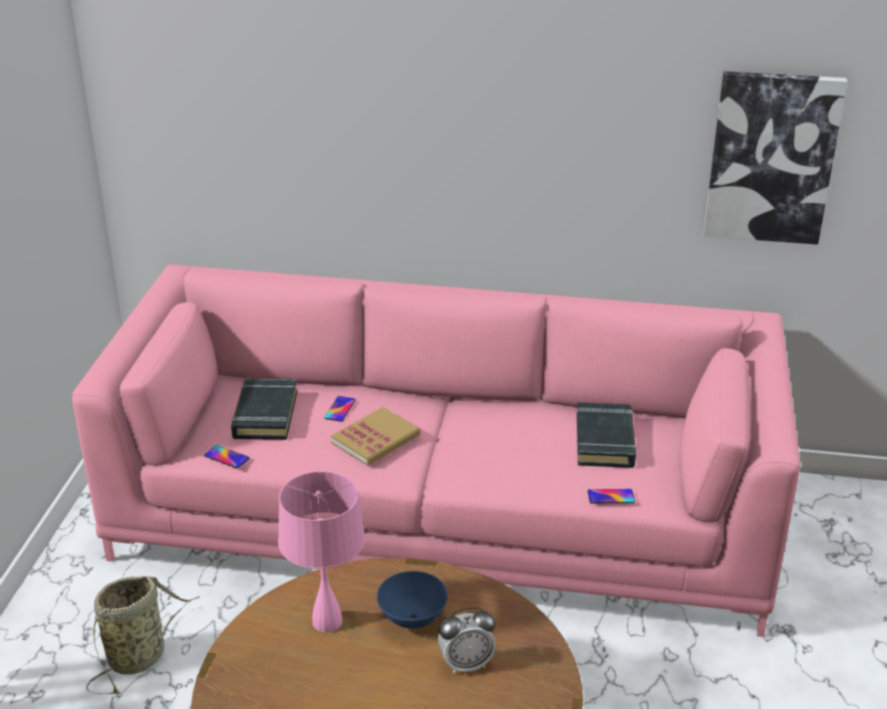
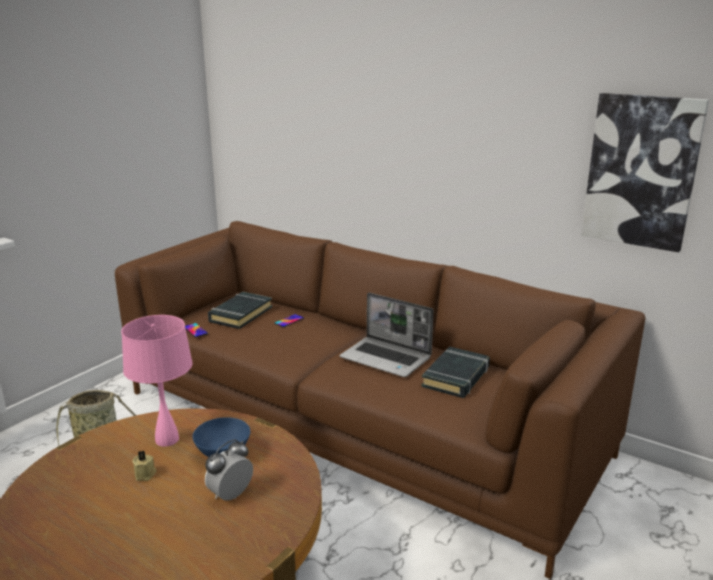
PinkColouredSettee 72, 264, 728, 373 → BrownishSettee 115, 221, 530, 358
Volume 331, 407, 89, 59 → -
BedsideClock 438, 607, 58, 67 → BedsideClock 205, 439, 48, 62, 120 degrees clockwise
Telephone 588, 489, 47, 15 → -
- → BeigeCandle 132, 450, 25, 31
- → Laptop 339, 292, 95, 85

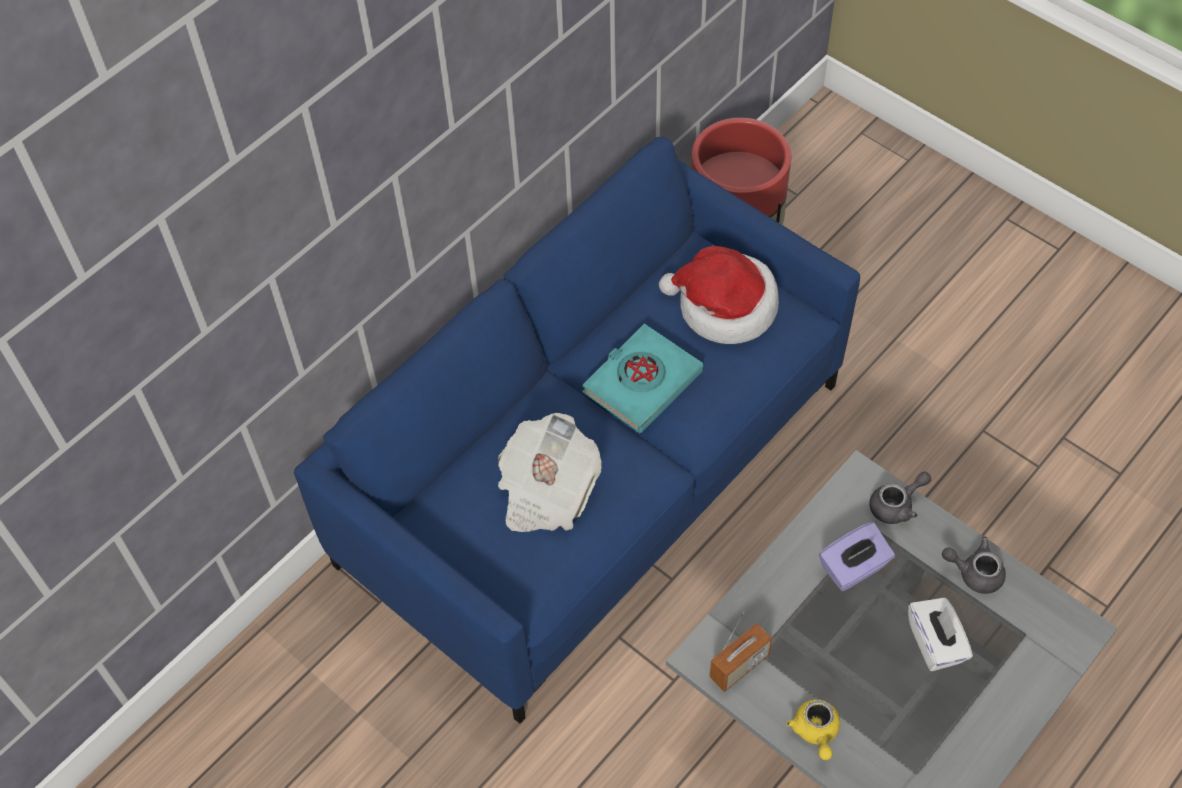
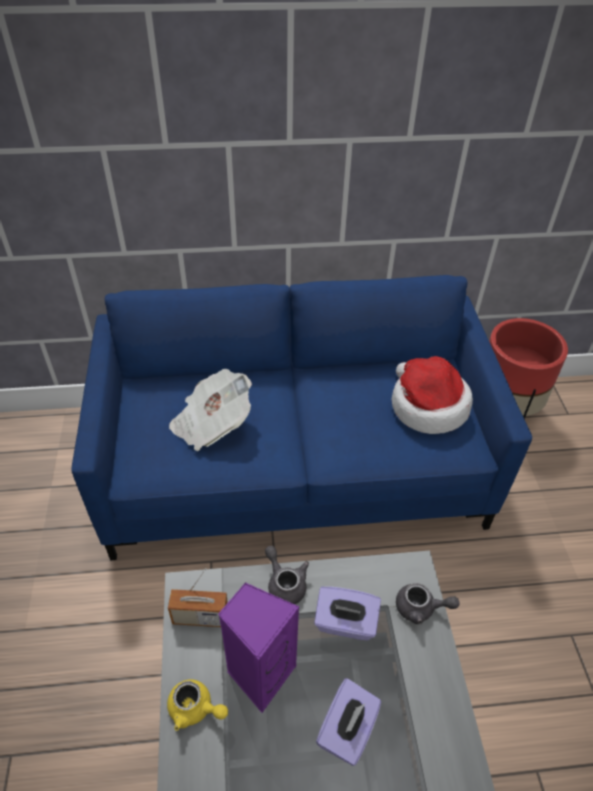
BlueGreenVolume 582, 324, 121, 109 → -
YellowishTeaPot 786, 700, 54, 60 → YellowishTeaPot 167, 679, 61, 52, 105 degrees counterclockwise
WhiteColouredBoxOfTissues 908, 598, 65, 73 → PurpleBoxOfTissues 316, 678, 65, 88
GrayTeaPot 942, 536, 64, 58 → GrayTeaPot 265, 546, 44, 58, move
- → PurpleAudioSpeaker 218, 582, 81, 131

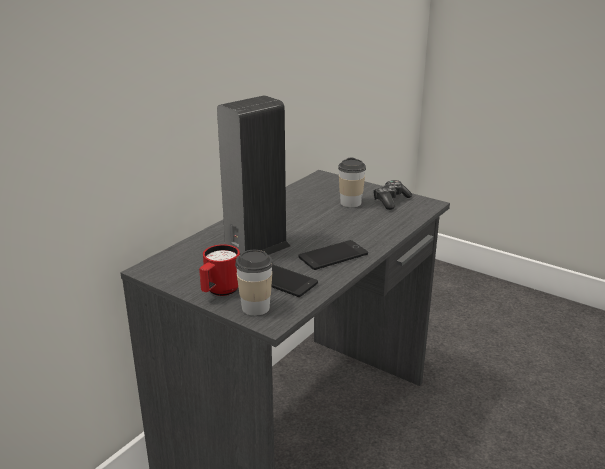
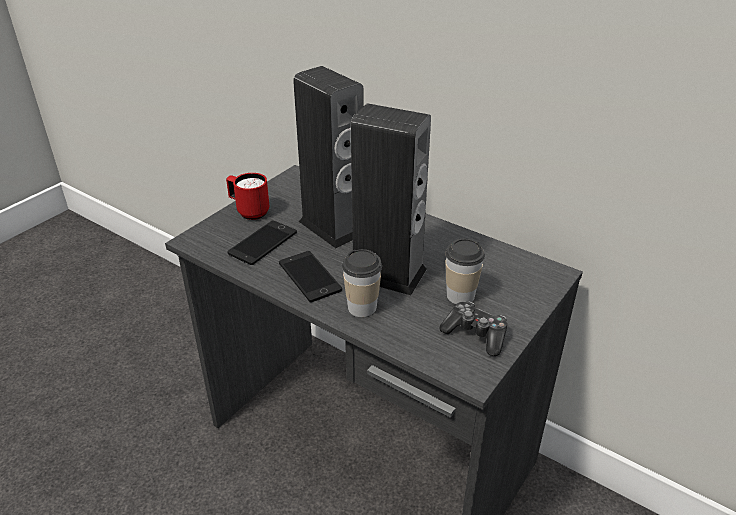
DrinkingCup 235, 250, 38, 66 → DrinkingCup 342, 249, 40, 68, move
- → AudioSpeaker 351, 103, 80, 192

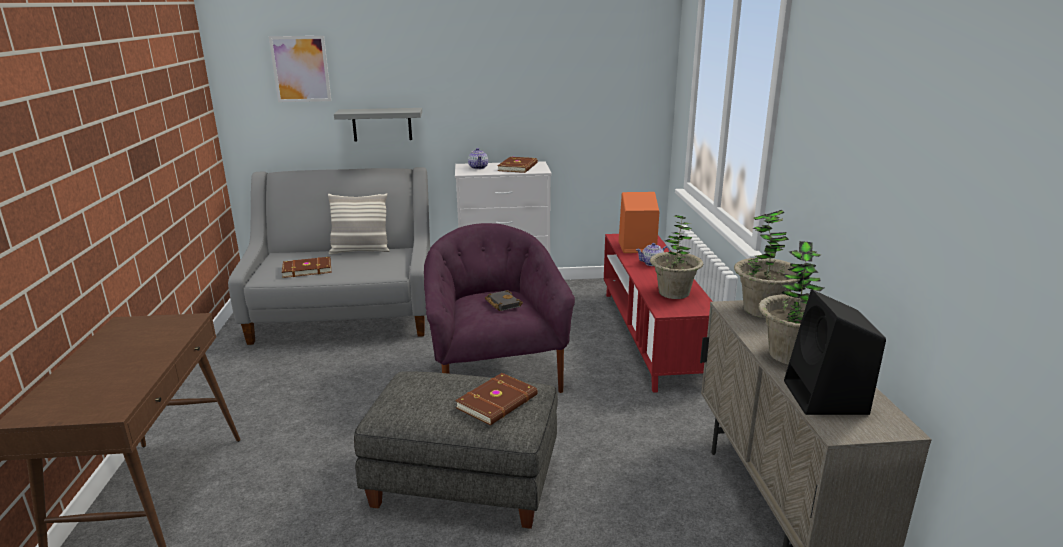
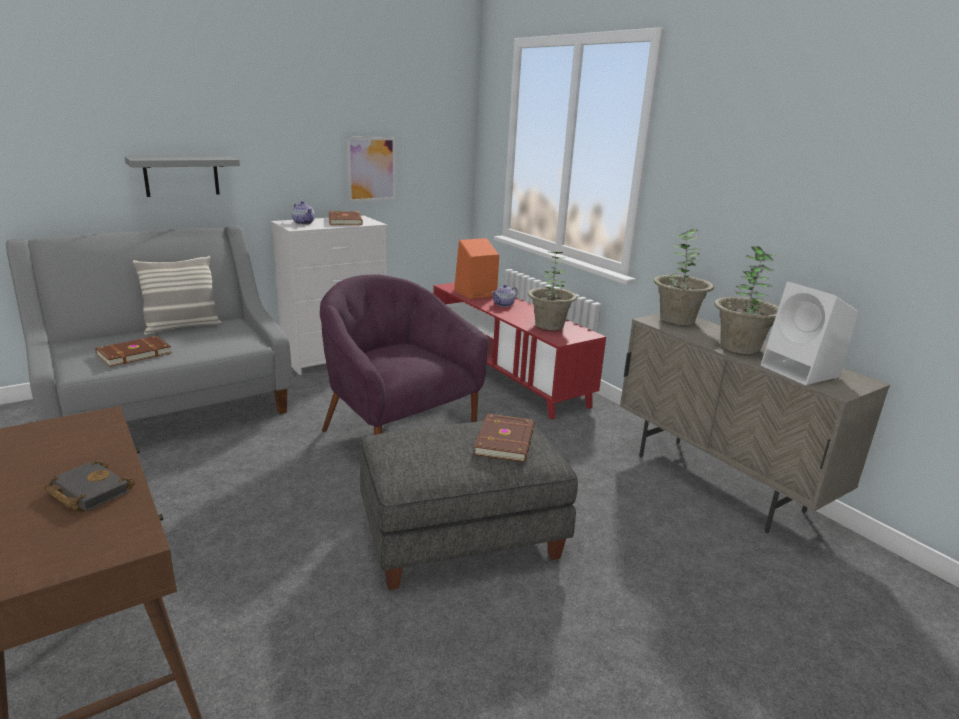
Picture 269, 36, 62, 66 → Picture 347, 137, 49, 65, move
BlackColouredVolume 485, 290, 38, 21 → BlackColouredVolume 44, 460, 91, 52, move
BlackColouredAudioSpeaker 784, 289, 102, 126 → WhiteColouredAudioSpeaker 761, 282, 97, 103

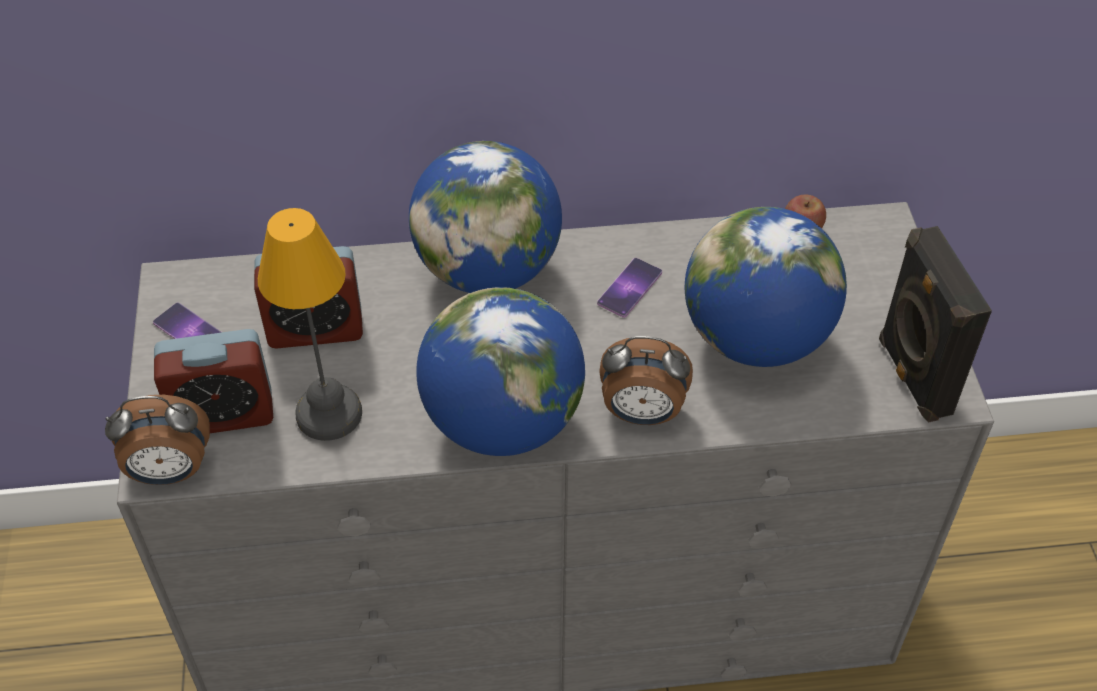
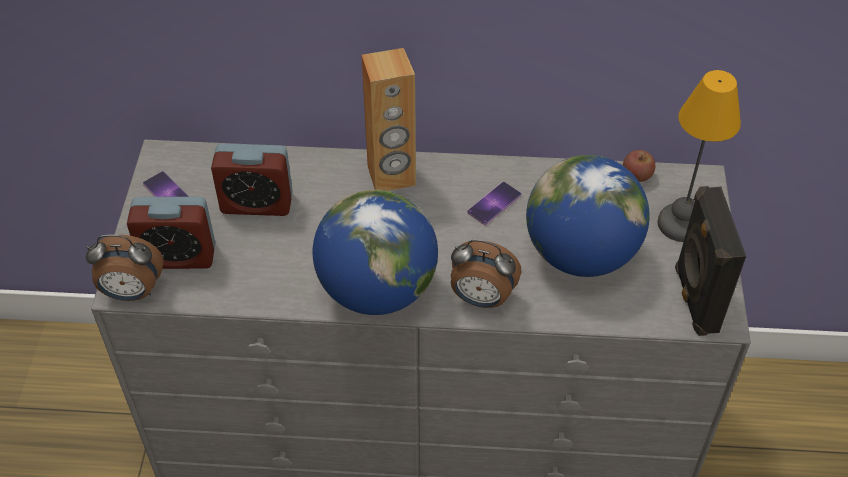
TableLamp 258, 208, 104, 233 → TableLamp 657, 70, 84, 172, move
WorldGlobe 409, 141, 153, 152 → BrownishAudioSpeaker 361, 48, 55, 143

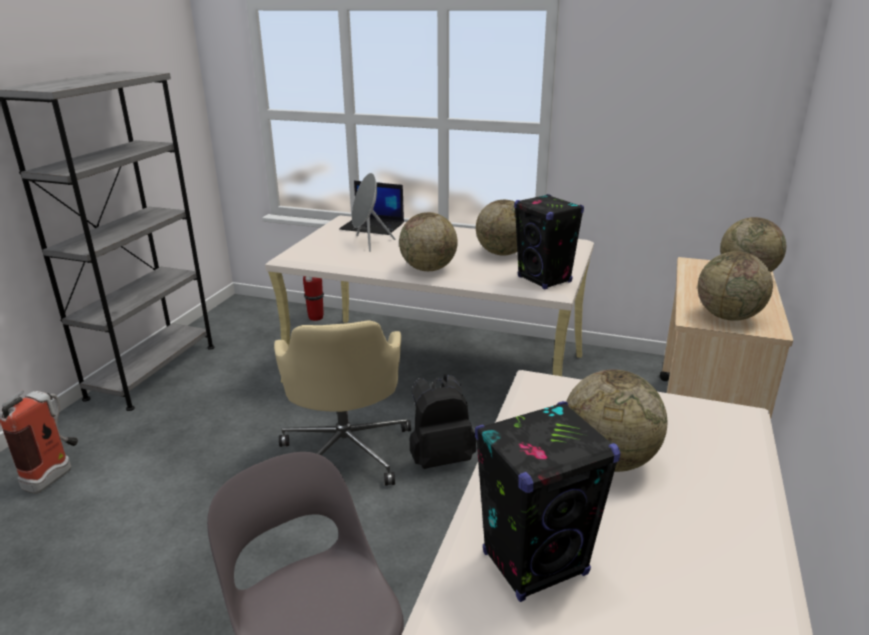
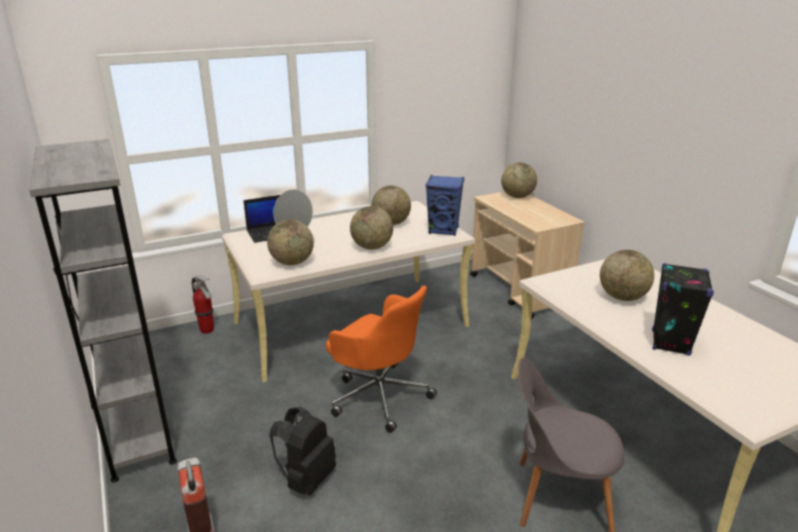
BeigeOfficeChair 274, 320, 137, 166 → OrangeColouredOfficeChair 326, 286, 111, 147
BlackColouredKnapsack 409, 374, 67, 95 → BlackColouredKnapsack 269, 407, 67, 88, move
BlackColouredAudioSpeaker 514, 194, 70, 95 → BlueColouredAudioSpeaker 426, 175, 38, 61
WorldGlobe 698, 251, 75, 70 → WorldGlobe 267, 219, 47, 46, move

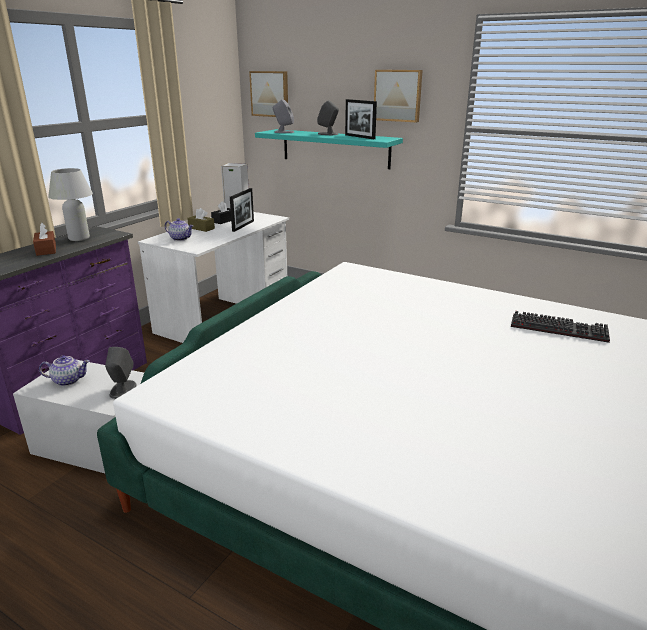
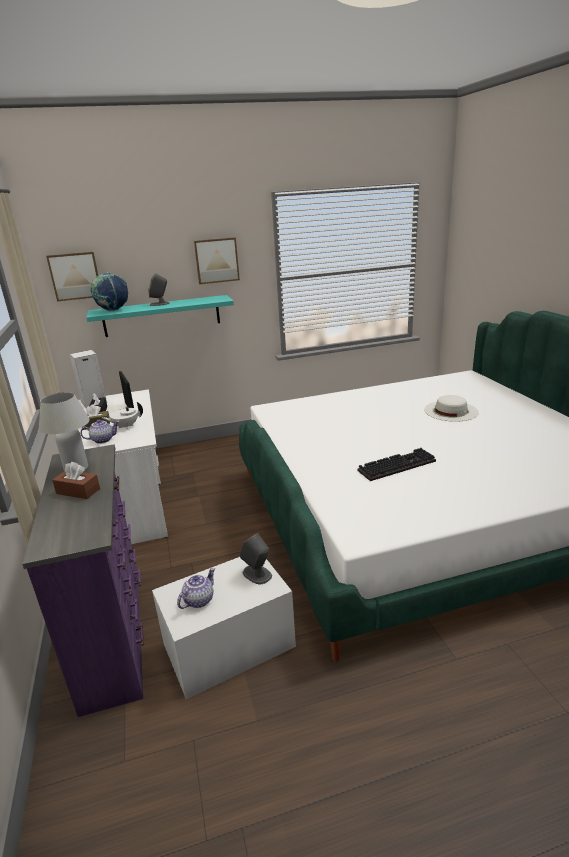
GrayAudioSpeaker 273, 99, 21, 34 → WorldGlobe 90, 272, 38, 39
PictureFrame 345, 99, 32, 40 → -
PcKeyboard 511, 311, 99, 32 → PcKeyboard 357, 448, 79, 33, move
- → WhiteColouredTeaPot 102, 402, 41, 27
- → WhiteColouredHat 424, 395, 55, 27

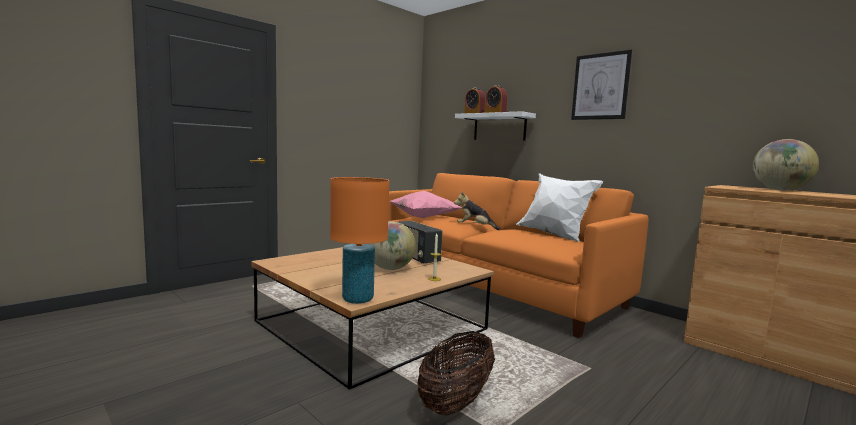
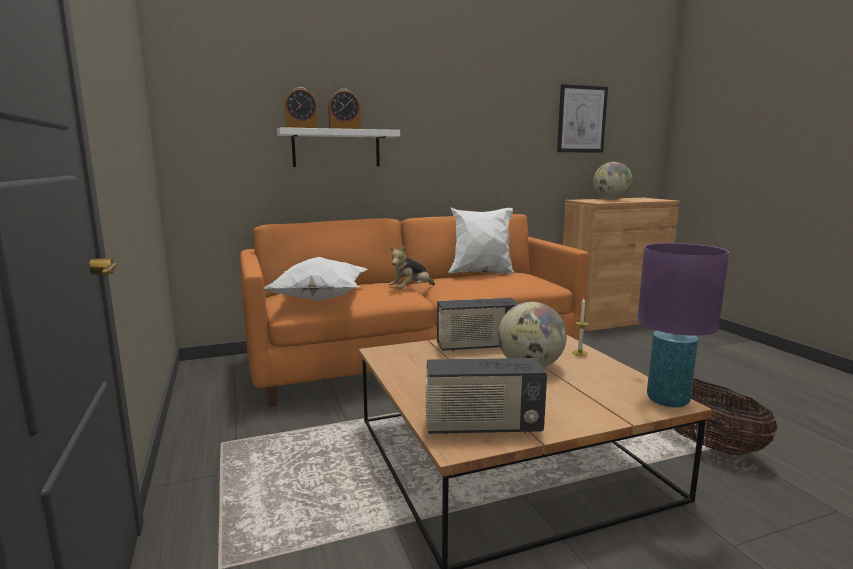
OrangeColouredTableLamp 330, 177, 60, 127 → PurpleTableLamp 637, 243, 92, 165
PinkColouredCushion 390, 191, 72, 27 → WhiteColouredCushion 264, 257, 104, 44
Picture 571, 50, 61, 70 → Picture 557, 84, 51, 69, move
- → Radio 426, 358, 121, 77

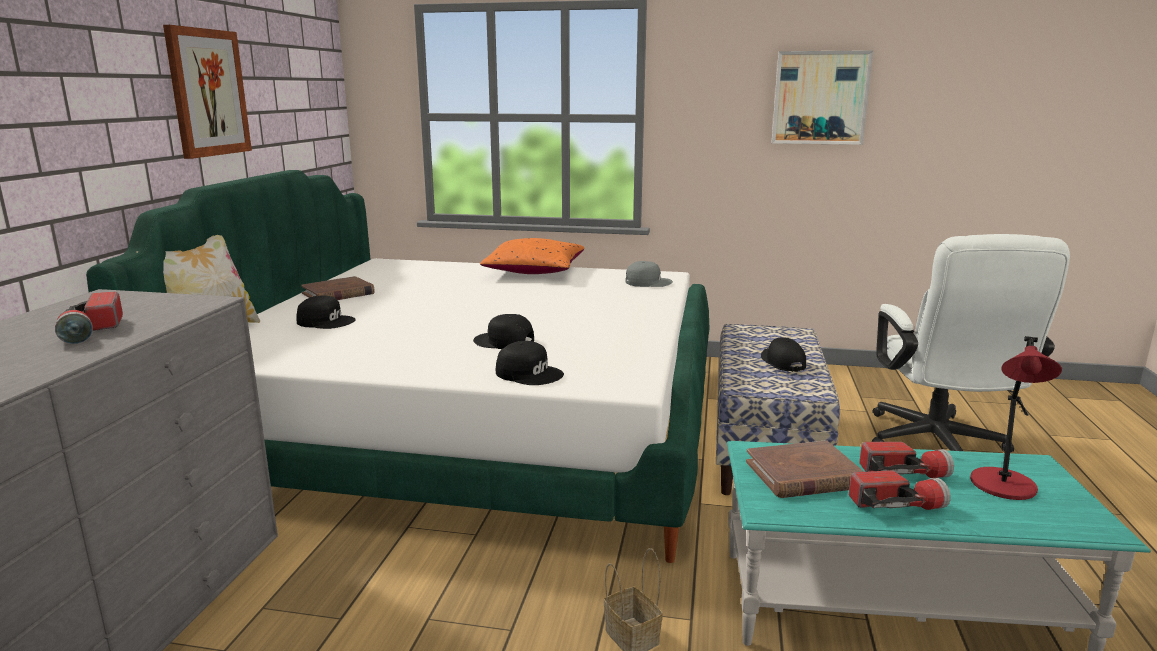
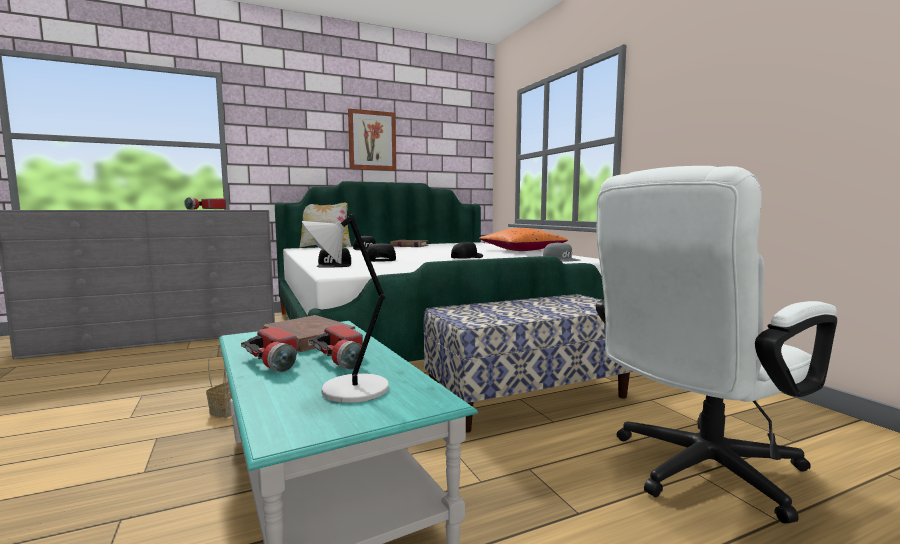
BlackColouredPeakedCap 761, 337, 45, 35 → BlackColouredPeakedCap 451, 242, 32, 17, move
Picture 771, 50, 102, 95 → -
ReddishTableLamp 970, 336, 92, 164 → GrayTableLamp 302, 215, 87, 188

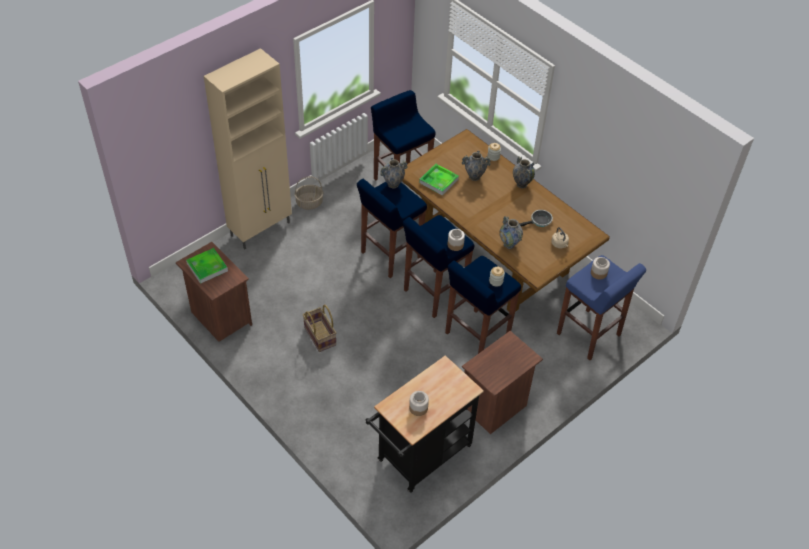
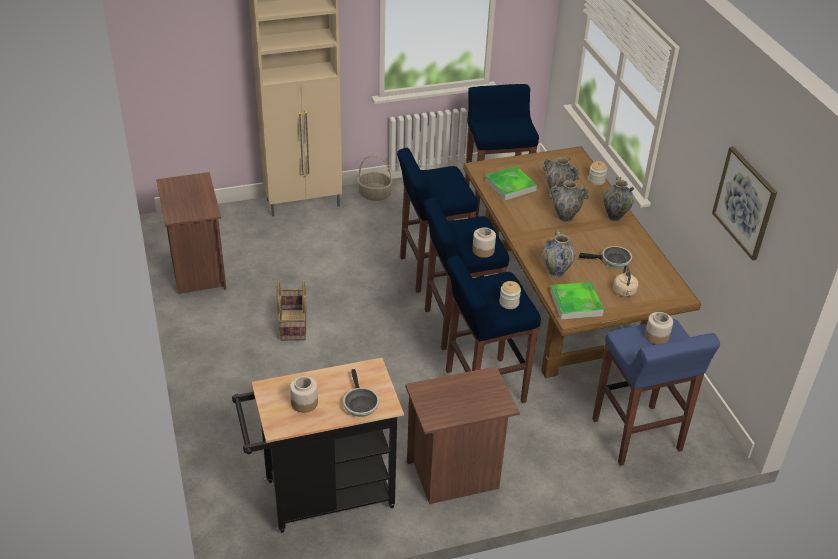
Tray 186, 248, 42, 36 → Tray 550, 282, 54, 37, move
FlowerVase 380, 158, 28, 30 → FlowerVase 549, 180, 40, 42, move
- → Skillet 343, 369, 36, 48
- → Picture 712, 147, 65, 113

